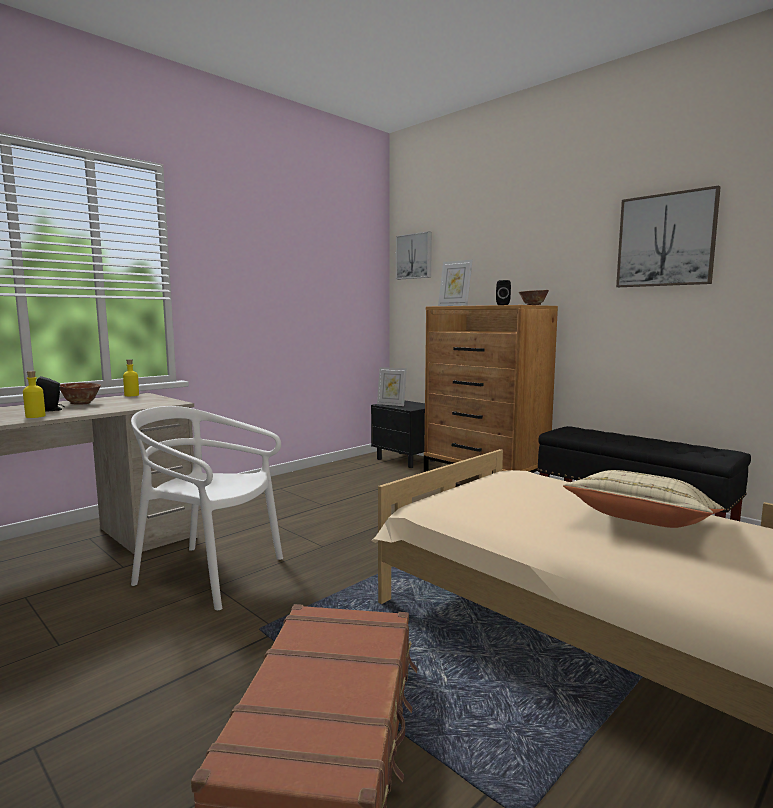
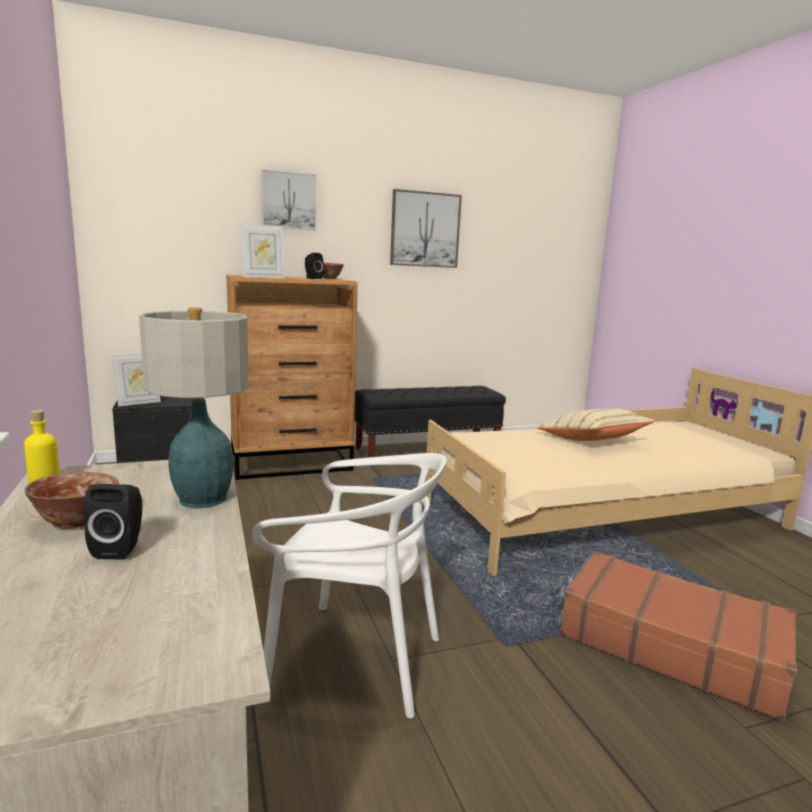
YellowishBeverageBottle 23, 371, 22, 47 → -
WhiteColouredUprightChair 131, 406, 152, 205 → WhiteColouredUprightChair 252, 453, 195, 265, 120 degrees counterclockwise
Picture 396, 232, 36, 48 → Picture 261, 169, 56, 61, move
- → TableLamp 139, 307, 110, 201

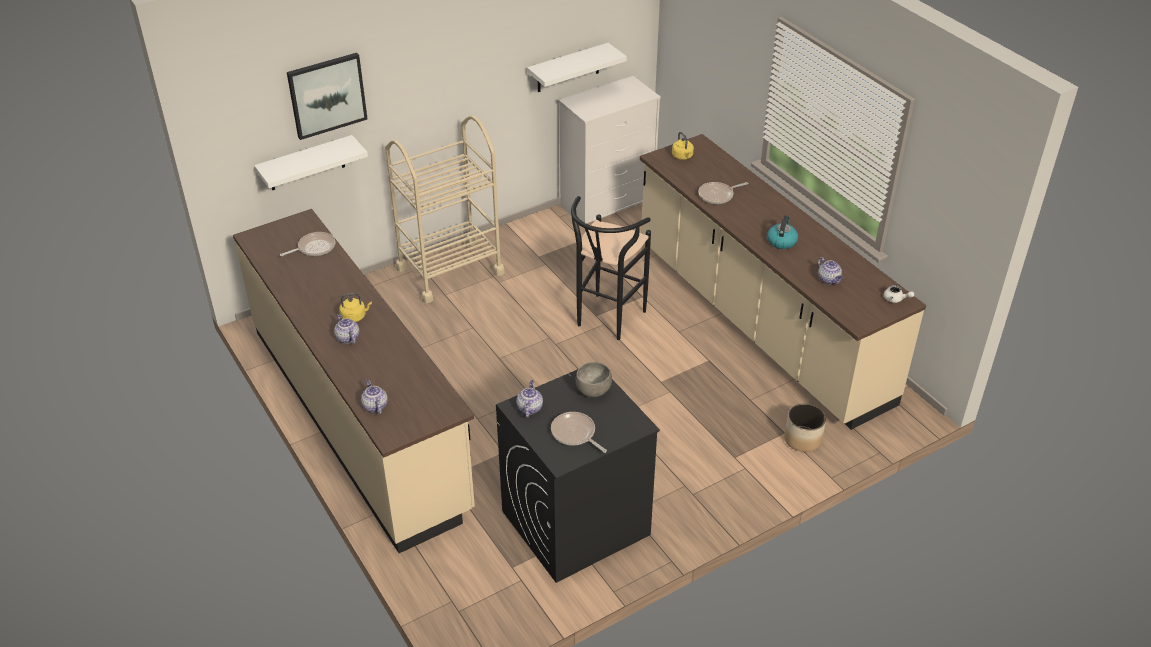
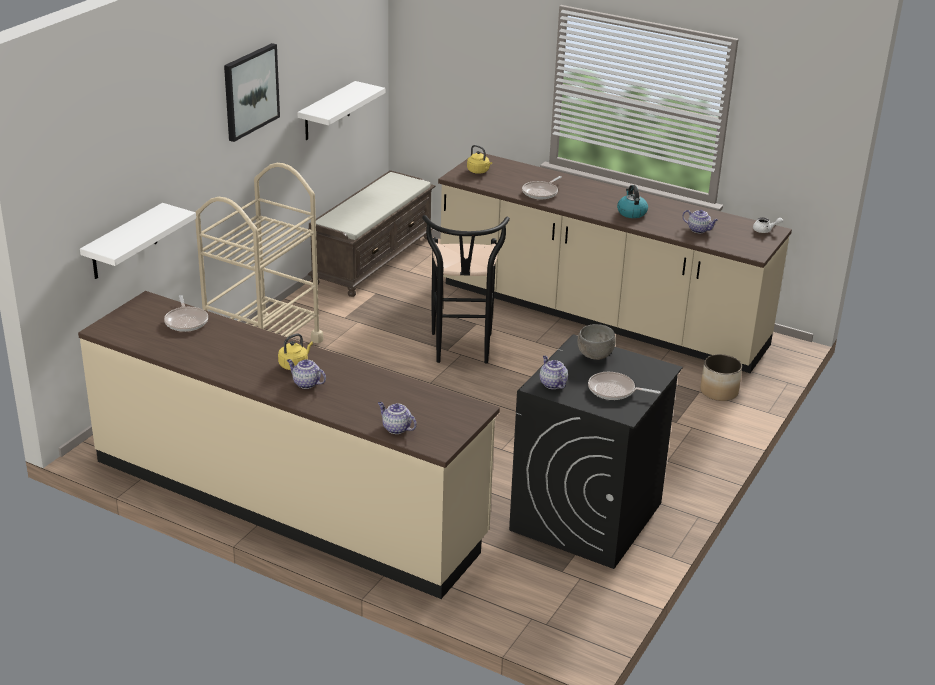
Skillet 280, 232, 56, 24 → Skillet 164, 295, 44, 37, 135 degrees clockwise
Picture 287, 53, 81, 87 → Picture 224, 43, 56, 99, move
WhiteColouredChestOfDrawers 559, 76, 102, 153 → BrownishLongSeat 308, 170, 127, 127

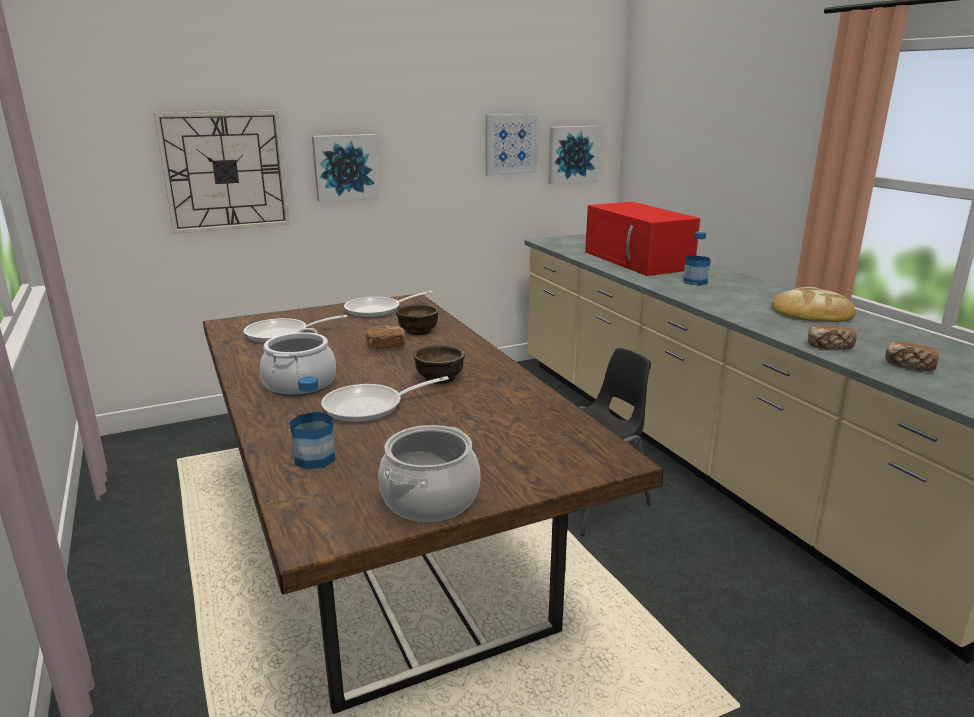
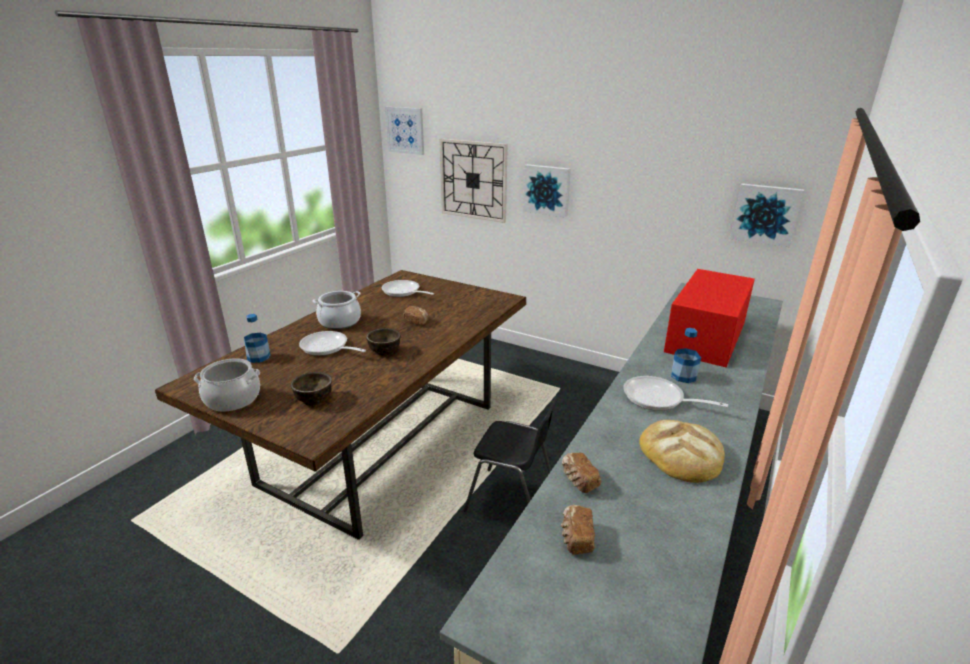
Skillet 344, 291, 89, 27 → Skillet 623, 376, 105, 35, move
BrownishBowl 396, 304, 43, 31 → BrownishBowl 291, 372, 41, 33, move
Picture 485, 114, 54, 62 → Picture 385, 107, 39, 48, move

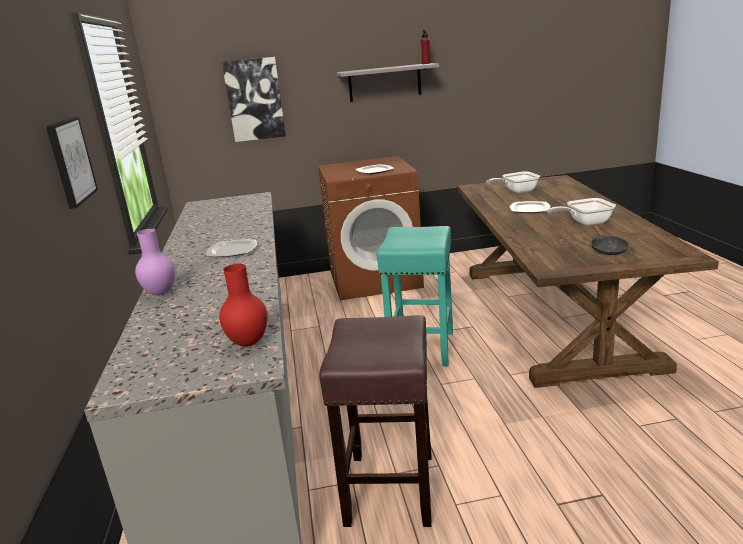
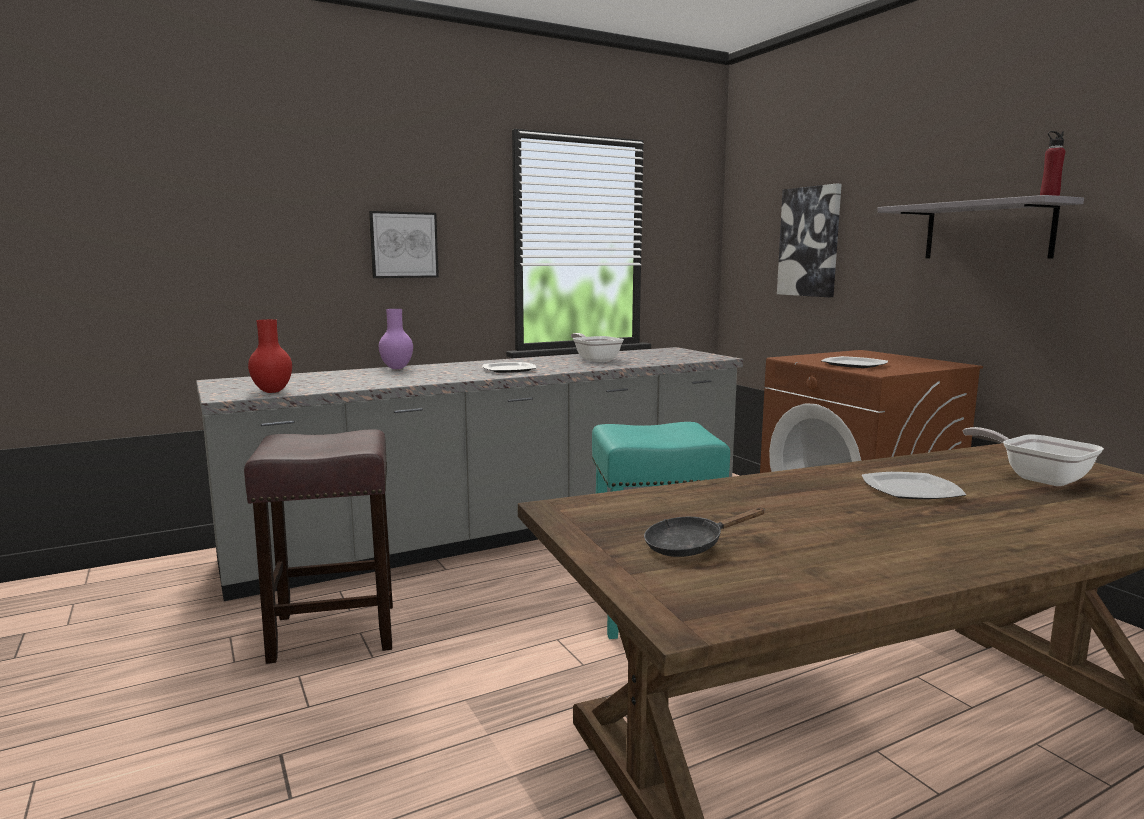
Skillet 547, 198, 69, 28 → Skillet 571, 333, 53, 29, move

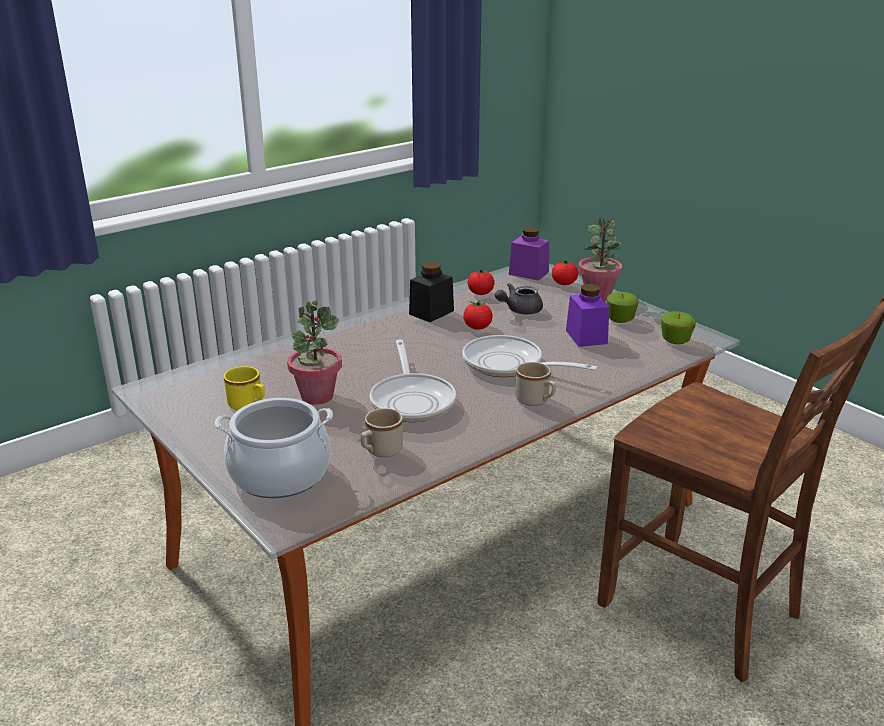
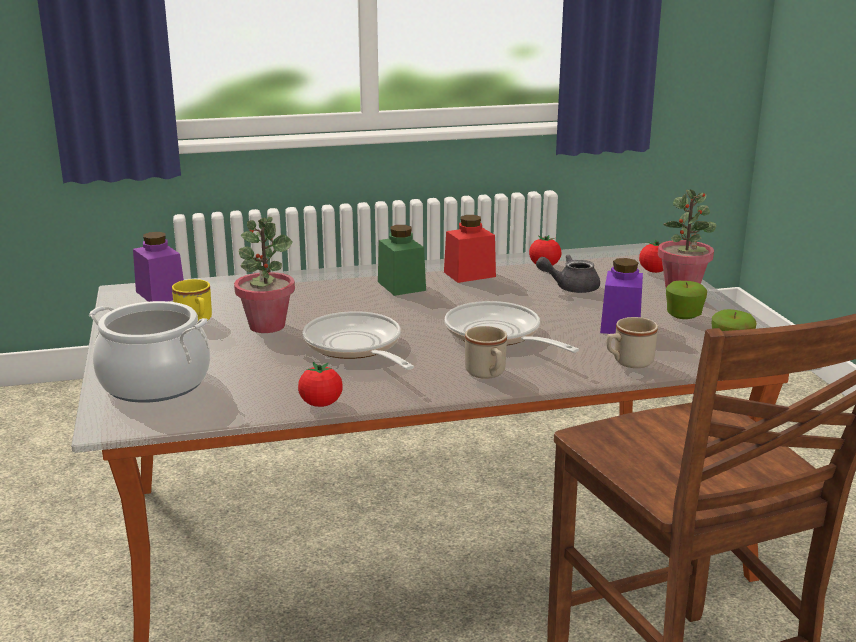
BeigeCoffeeMug 360, 408, 43, 49 → BeigeCoffeeMug 607, 317, 51, 51, move
Skillet 370, 340, 86, 82 → Skillet 303, 311, 111, 59, 135 degrees clockwise
BlackColouredJar 409, 262, 45, 60 → ReddishJar 444, 215, 52, 68
WholeTomato 463, 300, 30, 30 → WholeTomato 298, 362, 45, 45, move
PurpleJar 509, 227, 40, 54 → PurpleJar 133, 232, 51, 70, move
- → GreenColouredJar 378, 225, 48, 71

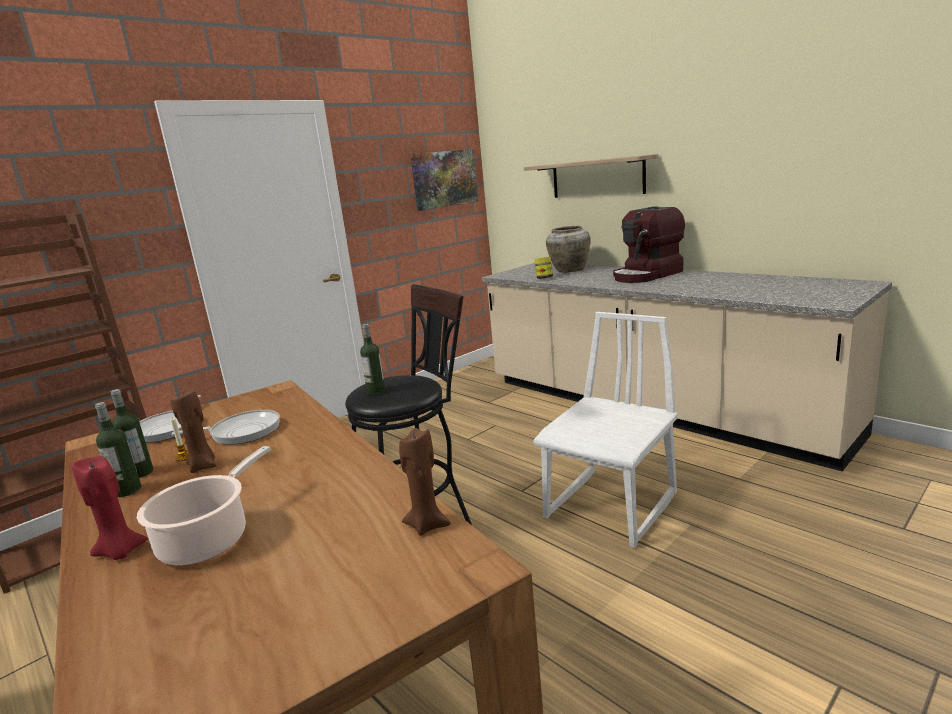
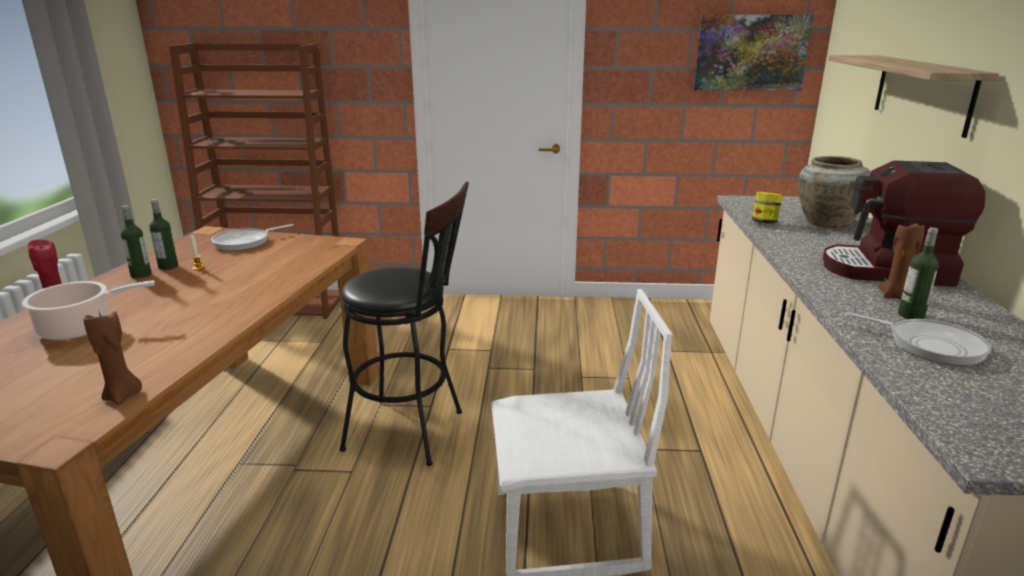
BrownishCandle 170, 391, 47, 82 → BrownishCandle 878, 221, 47, 78, move
Skillet 171, 410, 109, 35 → Skillet 845, 312, 146, 53, move
BeverageBottle 360, 324, 25, 71 → BeverageBottle 898, 227, 41, 92, move

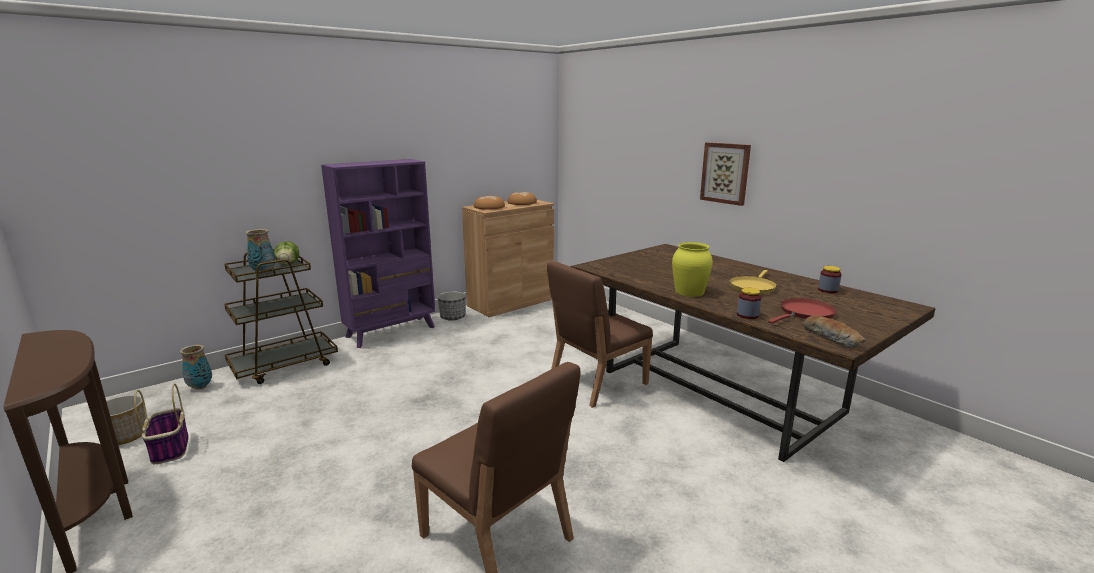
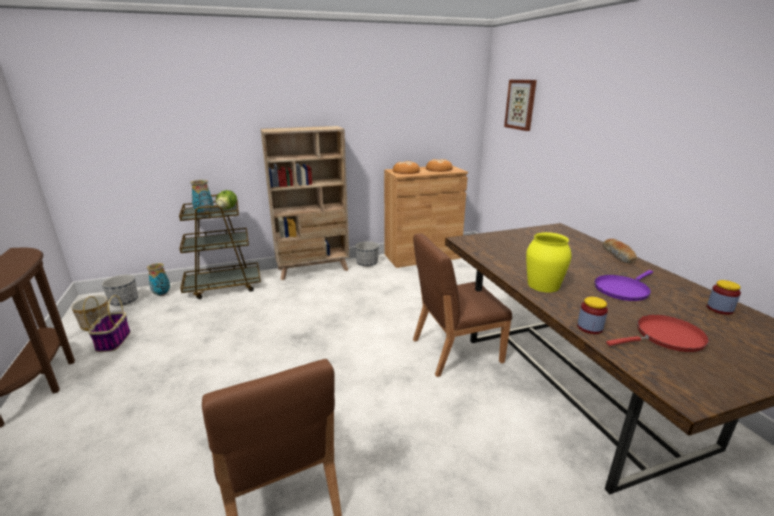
PurpleBookcase 321, 159, 114, 189 → BeigeBookcase 261, 126, 88, 154
Picture 700, 142, 51, 64 → Picture 504, 80, 33, 51, move
YellowishSkillet 729, 270, 48, 24 → PurpleSkillet 595, 270, 58, 31
BakedBread 803, 315, 62, 34 → BakedBread 603, 239, 34, 24, move
- → PlantPot 102, 275, 36, 31

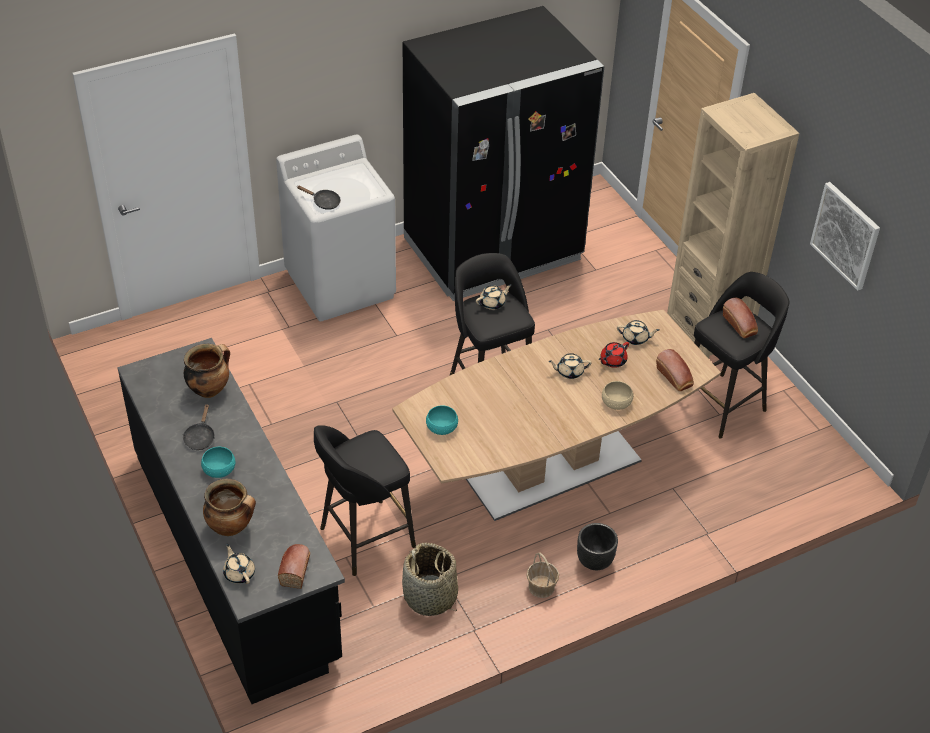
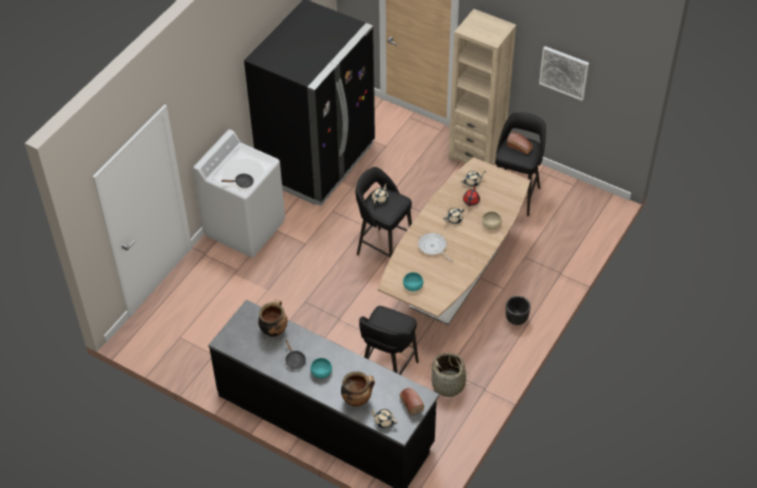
HouseholdBasket 526, 552, 33, 46 → -
BakedBread 656, 349, 38, 42 → -
- → Skillet 418, 233, 35, 29

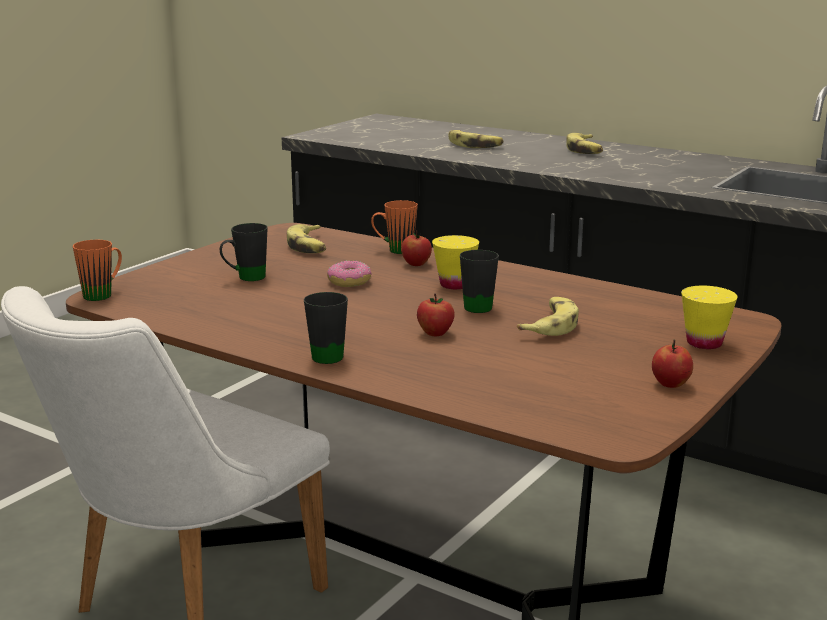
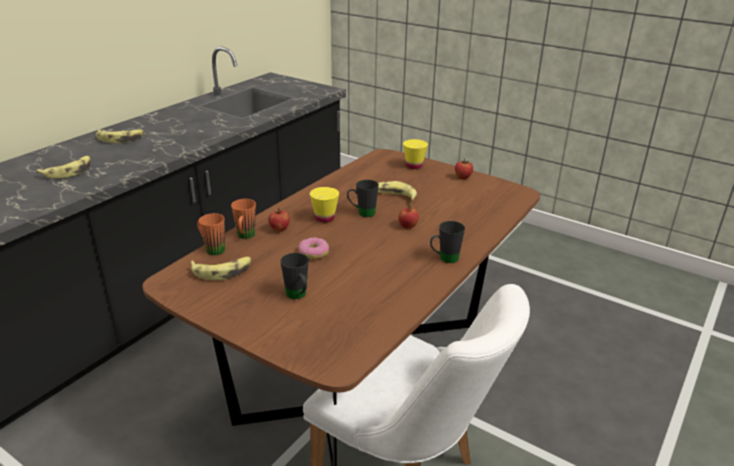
OrangeColouredCoffeeMug 72, 240, 50, 61 → OrangeColouredCoffeeMug 197, 213, 28, 42, move

